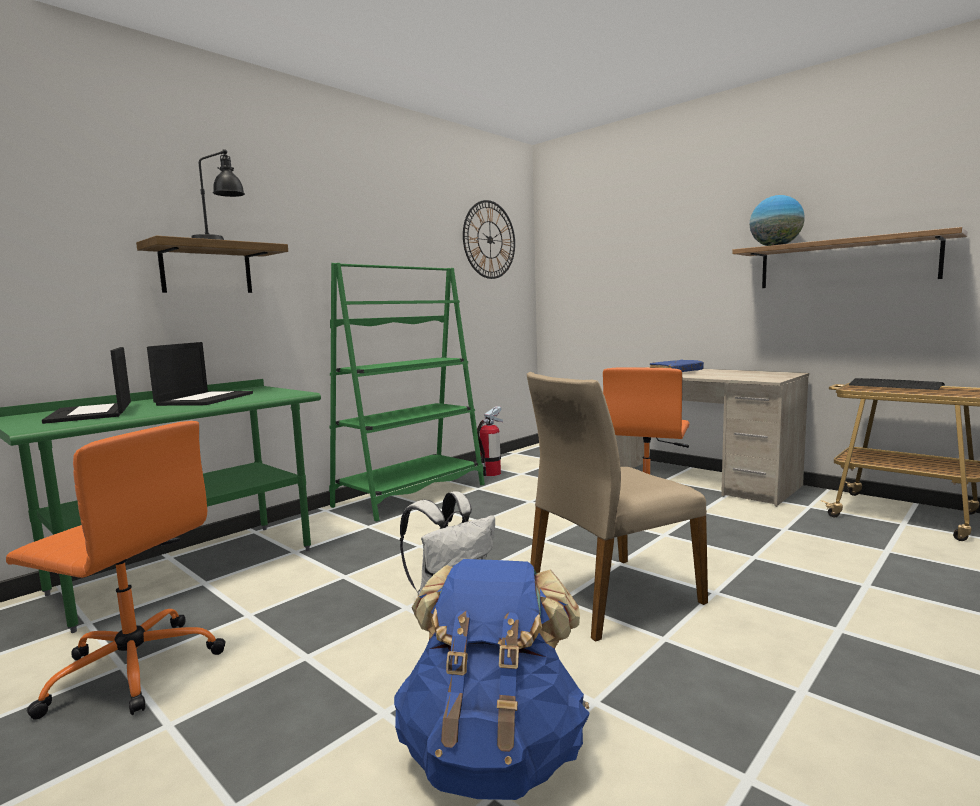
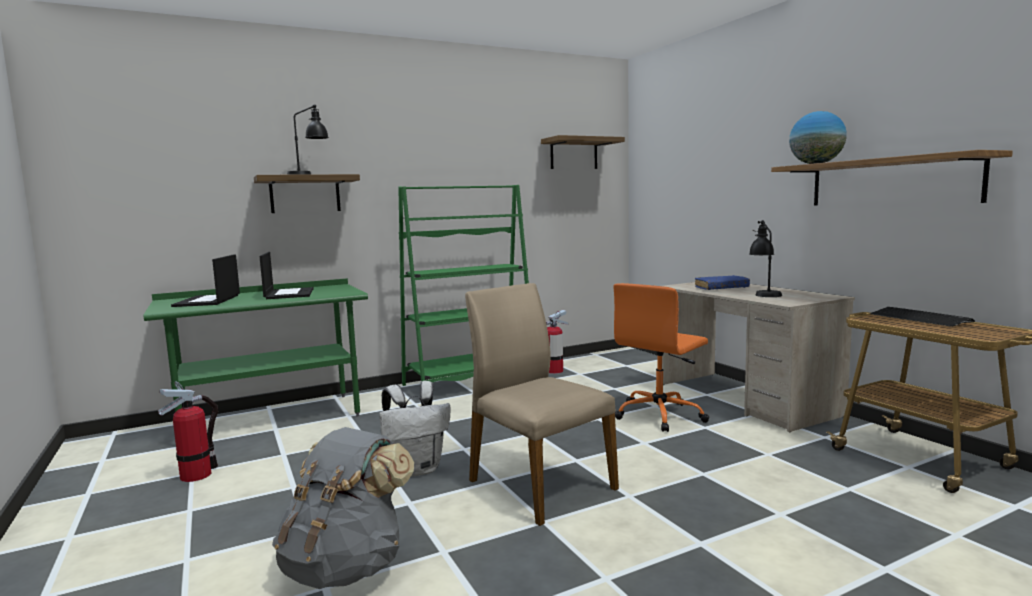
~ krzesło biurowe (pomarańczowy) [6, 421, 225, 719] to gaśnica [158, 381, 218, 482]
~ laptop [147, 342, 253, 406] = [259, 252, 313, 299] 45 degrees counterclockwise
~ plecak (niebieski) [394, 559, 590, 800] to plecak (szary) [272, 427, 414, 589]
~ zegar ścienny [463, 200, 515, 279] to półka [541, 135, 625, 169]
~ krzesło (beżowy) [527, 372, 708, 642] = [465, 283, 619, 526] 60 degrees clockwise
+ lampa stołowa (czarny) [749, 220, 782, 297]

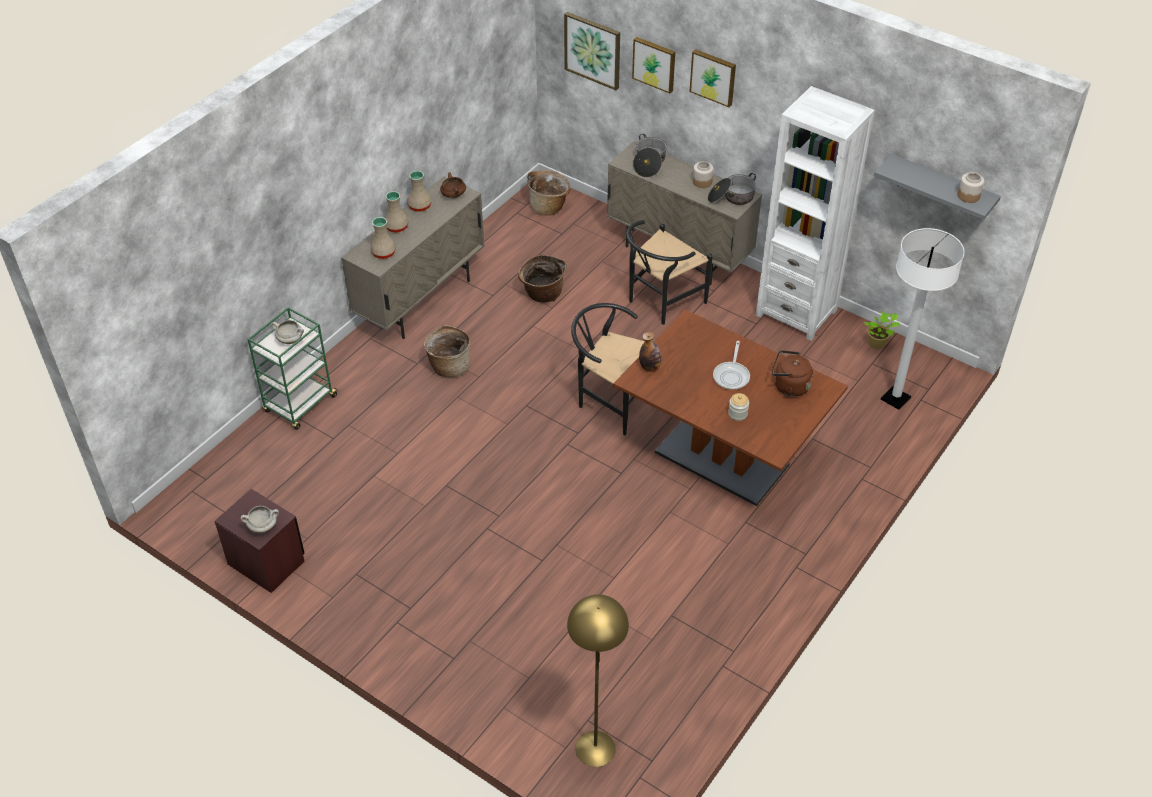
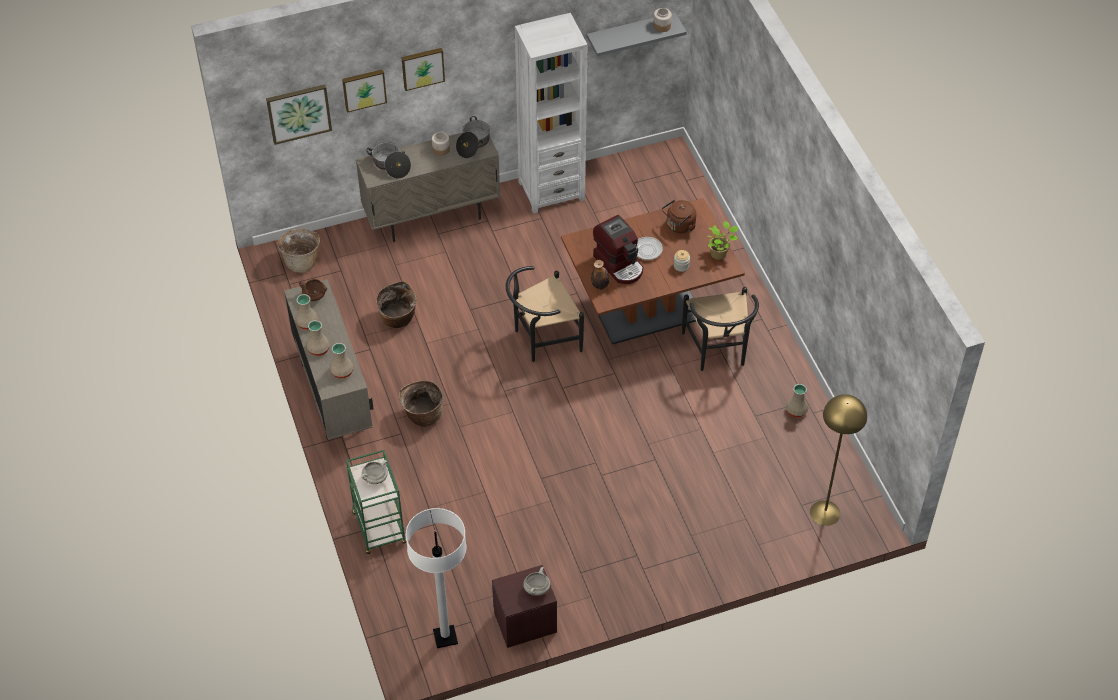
~ krzesło (czarny) [626, 220, 713, 325] to [682, 287, 759, 371]
~ roślina doniczkowa [864, 311, 900, 349] to [708, 221, 738, 260]
~ lampa stojąca (biały) [881, 228, 965, 410] to [406, 508, 466, 648]
+ ekspres do kawy [593, 215, 643, 284]
+ wazon (beżowy) [786, 384, 808, 418]

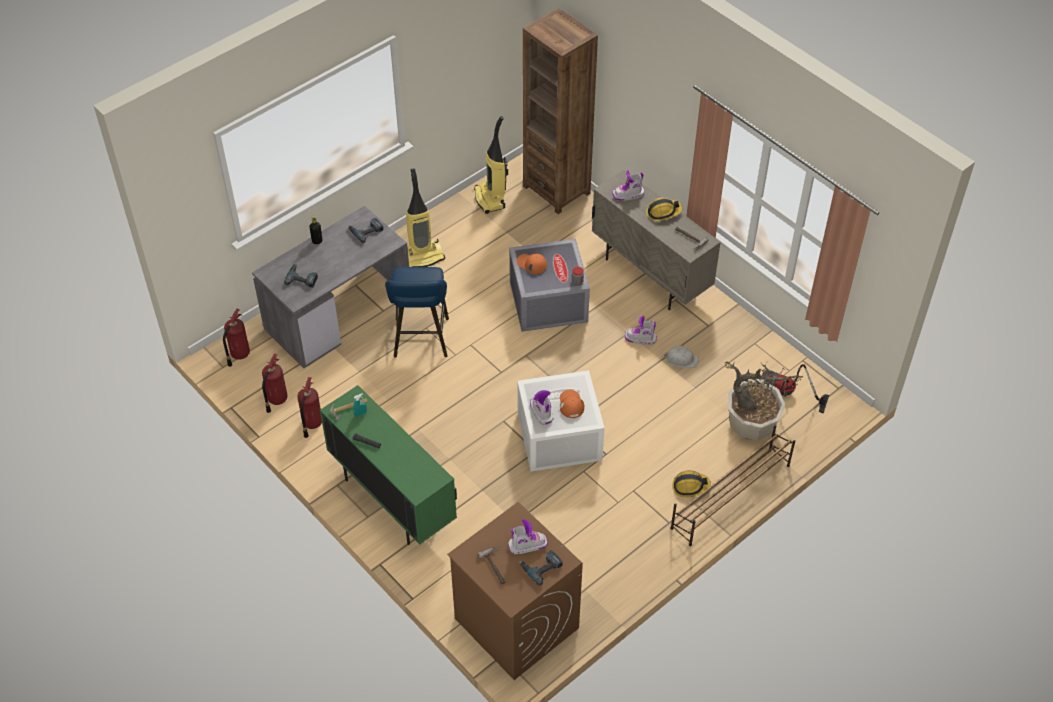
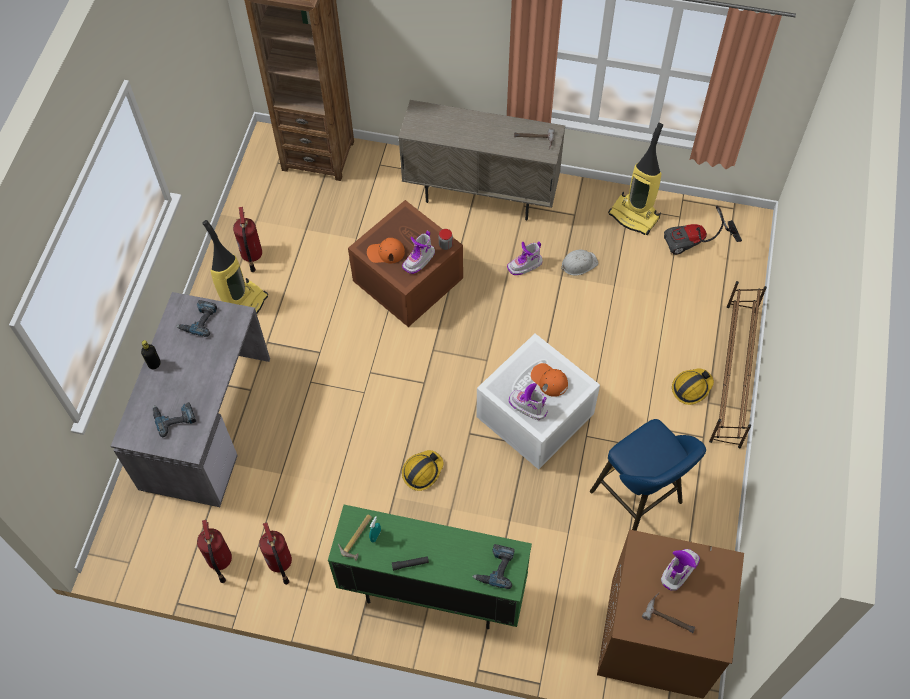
~ gaśnica [223, 309, 250, 367] to [233, 207, 262, 272]
~ stołek (niebieski) [385, 267, 449, 358] to [590, 419, 706, 531]
~ odkurzacz [474, 116, 508, 214] to [608, 123, 663, 235]
~ pojemnik do przechowywania (szary) [509, 239, 590, 332] to pojemnik do przechowywania (brązowy) [348, 200, 463, 327]
~ wiertarka [519, 550, 563, 586] to [472, 544, 515, 589]
~ but z cholewką [612, 170, 644, 201] to [402, 231, 435, 274]
~ kask [646, 198, 682, 221] to [402, 450, 443, 491]
- roślina doniczkowa [725, 361, 803, 440]

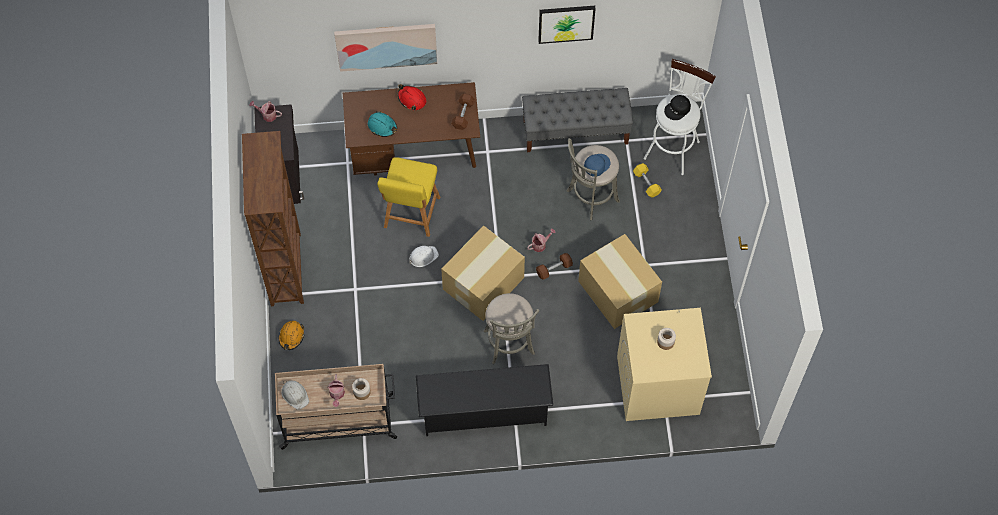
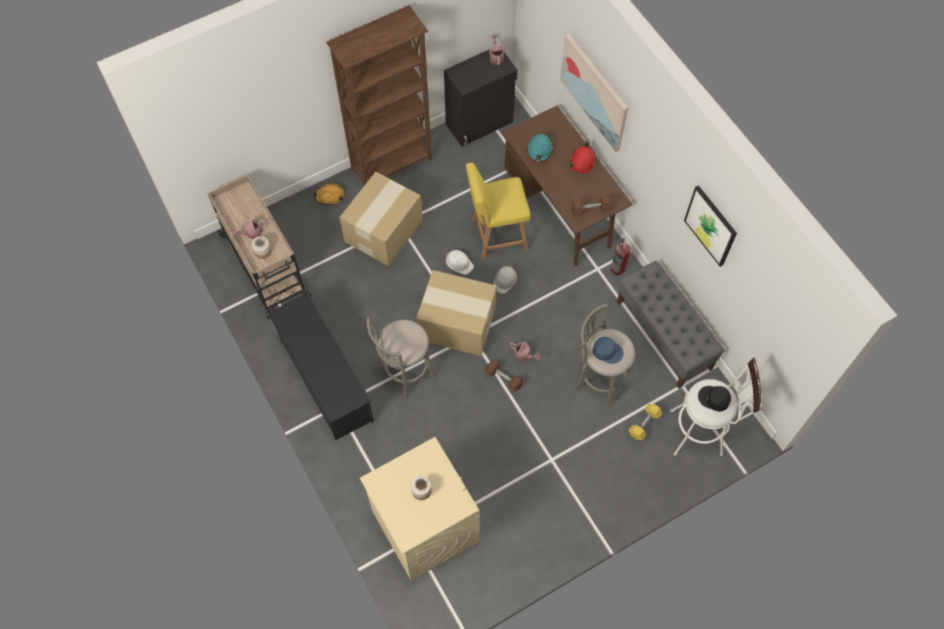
~ kask (biały) [281, 381, 309, 410] to [493, 265, 517, 294]
~ karton [578, 234, 662, 329] to [339, 172, 423, 266]
+ gaśnica [611, 238, 631, 275]

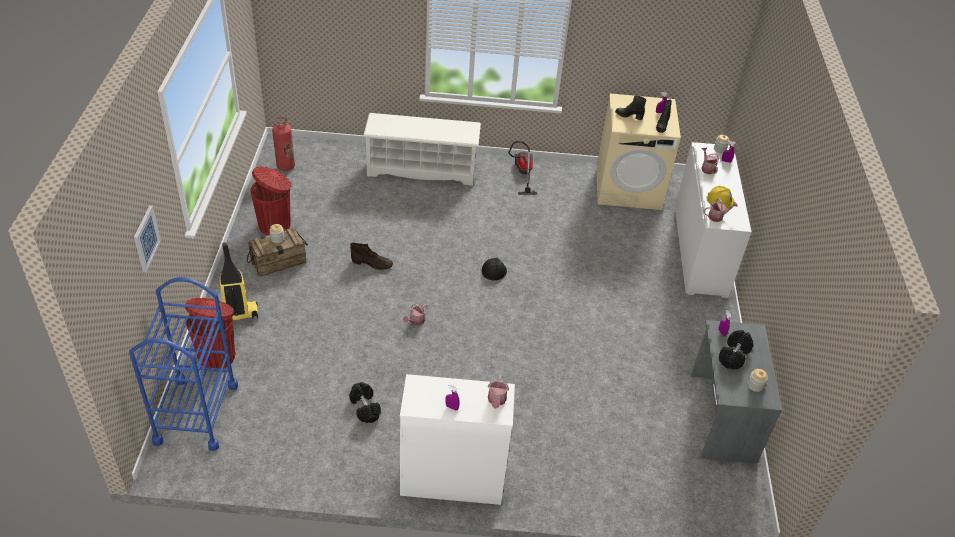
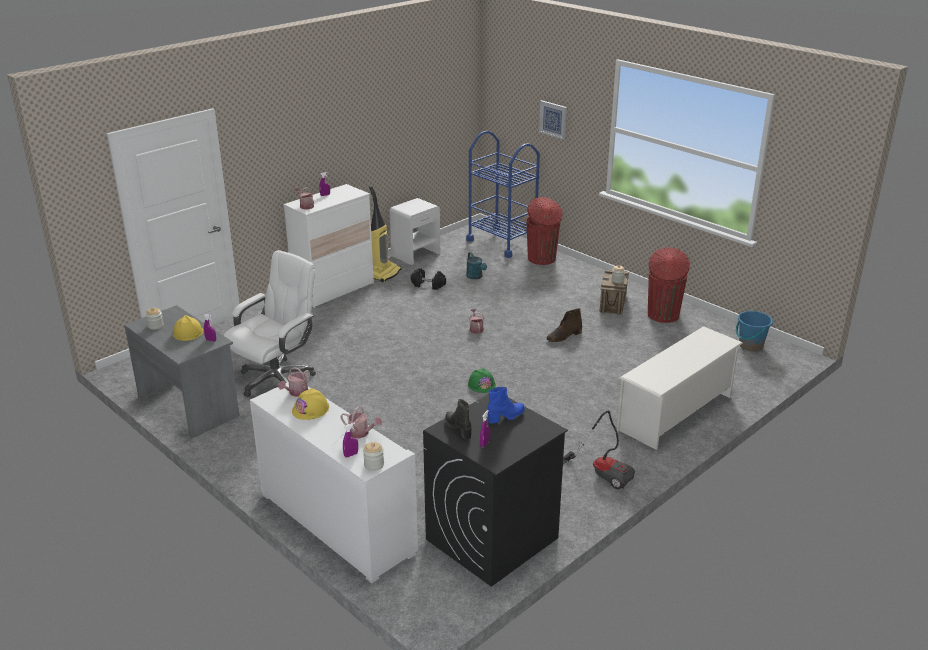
~ odkurzacz [220, 242, 258, 320] to [369, 186, 401, 282]
~ gaśnica [272, 117, 295, 171] to wiadro (niebieski) [736, 310, 773, 352]
~ kask (czarny) [481, 257, 507, 280] to kask (zielony) [468, 368, 496, 393]
~ pralka (beżowy) [596, 93, 681, 210] to pralka (czarny) [423, 394, 568, 587]
~ but z cholewką (czarny) [615, 96, 646, 120] to but z cholewką (niebieski) [488, 387, 525, 423]
~ hantel (czarny) [719, 330, 753, 370] to kask (żółty) [173, 315, 203, 341]
+ krzesło biurowe (biały) [224, 250, 316, 397]
+ szafka nocna (biały) [390, 198, 440, 265]
+ konewka (turkusowy) [466, 252, 487, 279]

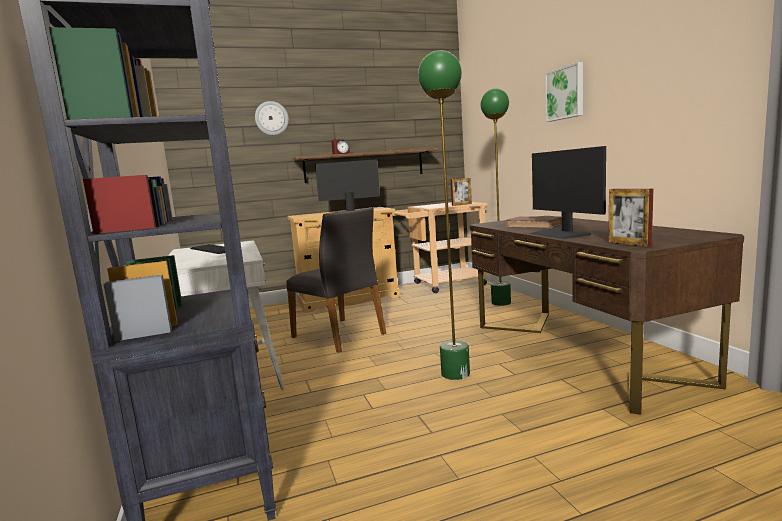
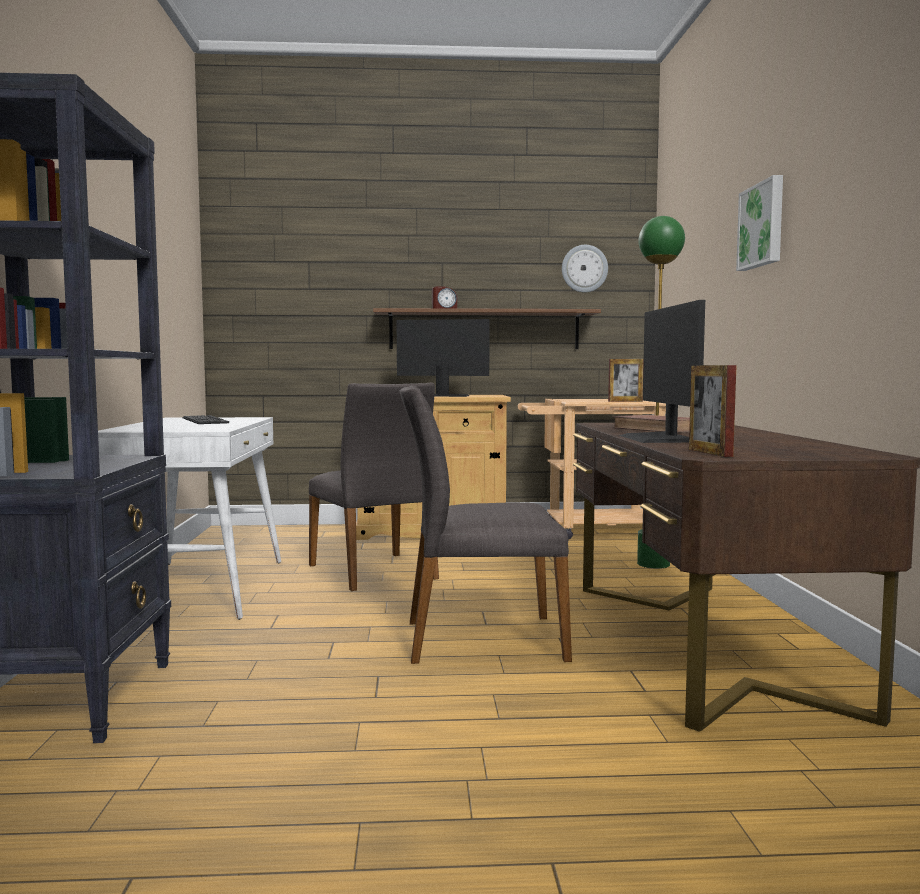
~ zegar ścienny [255, 101, 289, 135] to [562, 245, 608, 293]
~ lampa stojąca (zielony) [418, 50, 470, 380] to krzesło (szary) [400, 386, 572, 664]

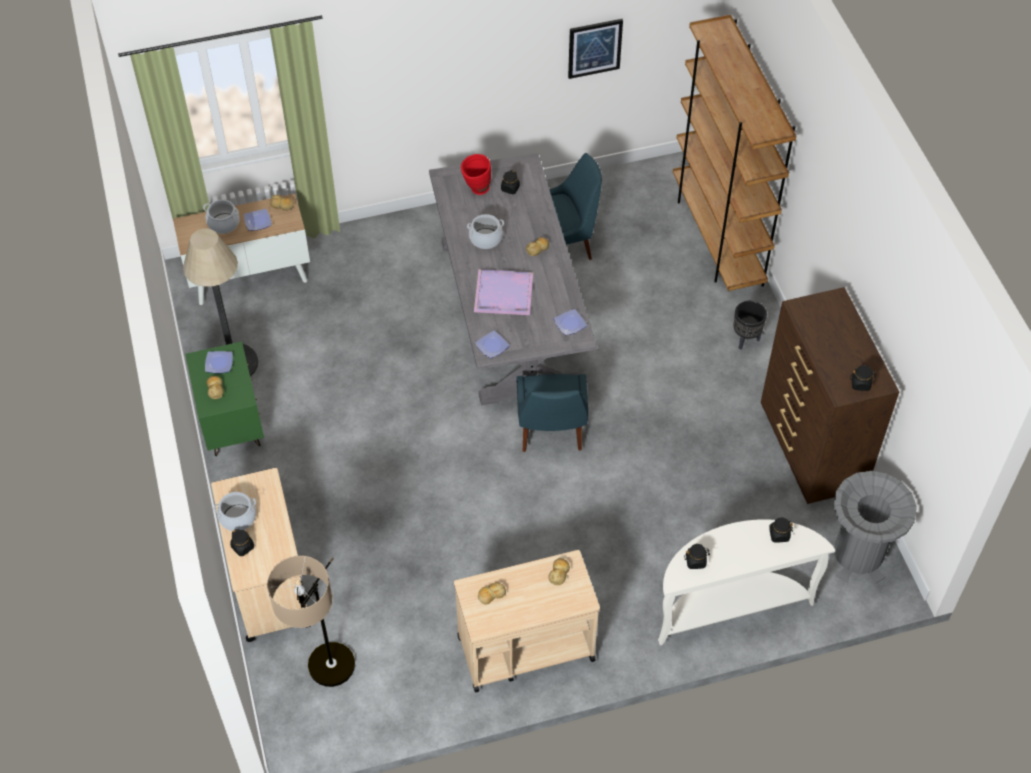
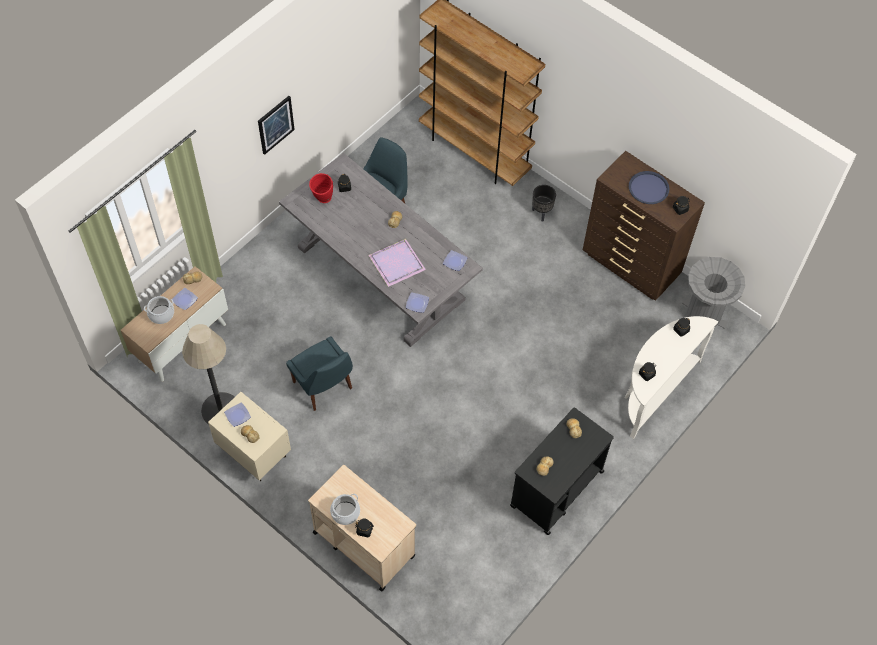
~ szafka nocna (zielony) [185, 341, 264, 456] to szafka nocna (beżowy) [208, 392, 291, 481]
- lampa stojąca [267, 556, 355, 687]
~ wózek (beżowy) [454, 550, 600, 692] to wózek (czarny) [510, 407, 614, 535]
- garnek [467, 214, 504, 249]
~ krzesło (niebieski) [516, 374, 588, 452] to [286, 336, 353, 411]
~ obraz [568, 19, 623, 79] to [258, 96, 295, 155]
+ taca (niebieski) [629, 171, 669, 204]

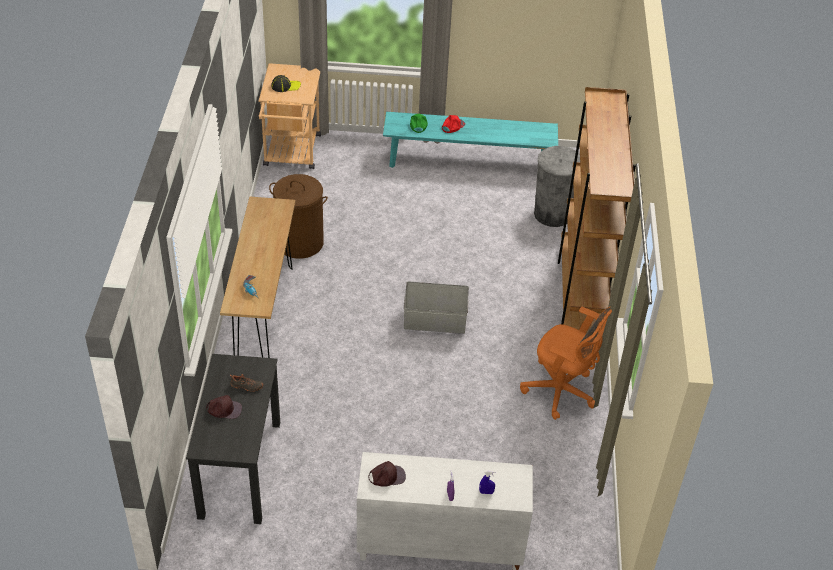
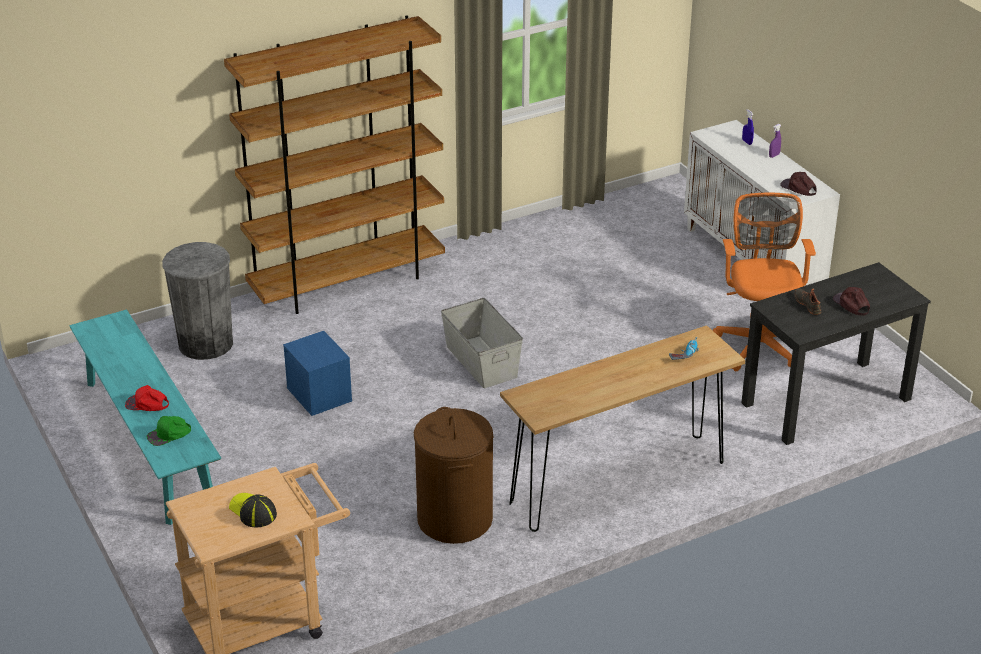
~ krzesło biurowe (pomarańczowy) [520, 306, 612, 420] to [713, 193, 816, 371]
+ pojemnik do przechowywania (niebieski) [283, 331, 352, 416]

